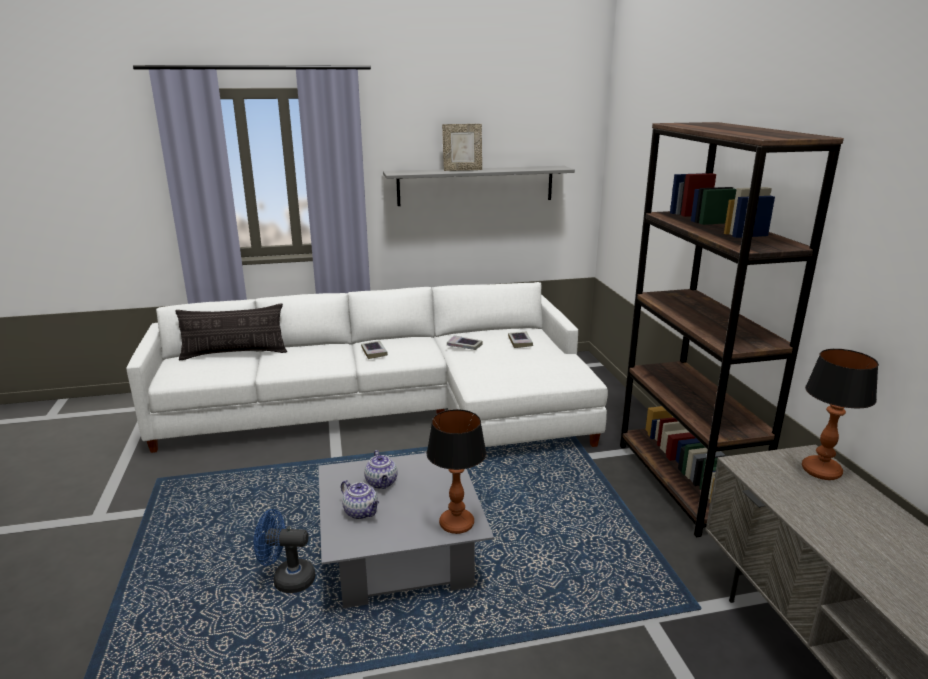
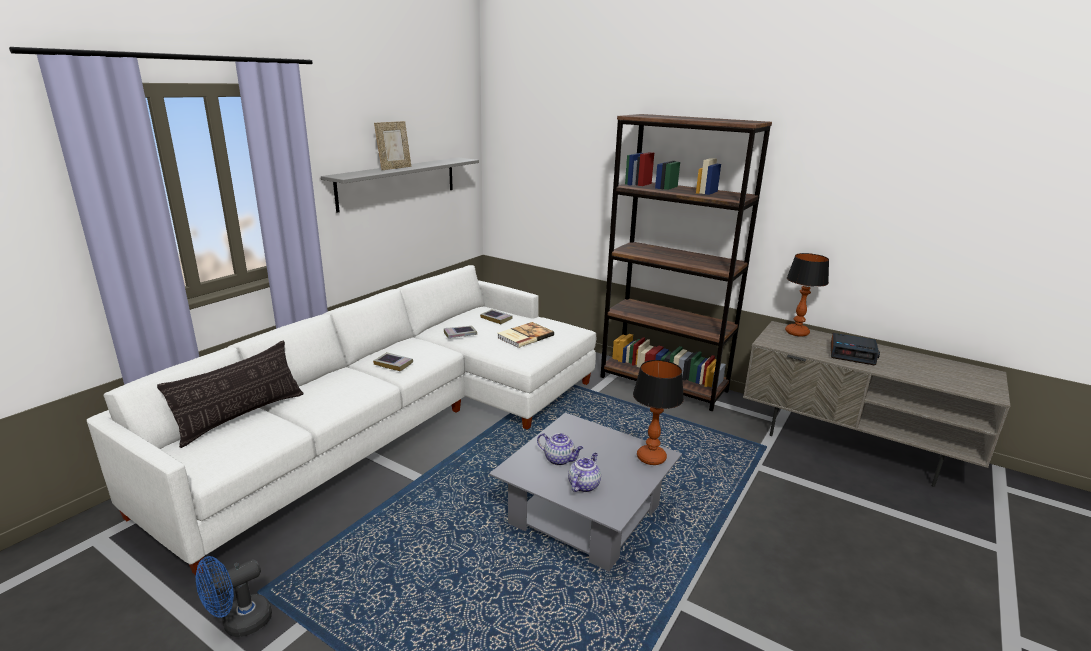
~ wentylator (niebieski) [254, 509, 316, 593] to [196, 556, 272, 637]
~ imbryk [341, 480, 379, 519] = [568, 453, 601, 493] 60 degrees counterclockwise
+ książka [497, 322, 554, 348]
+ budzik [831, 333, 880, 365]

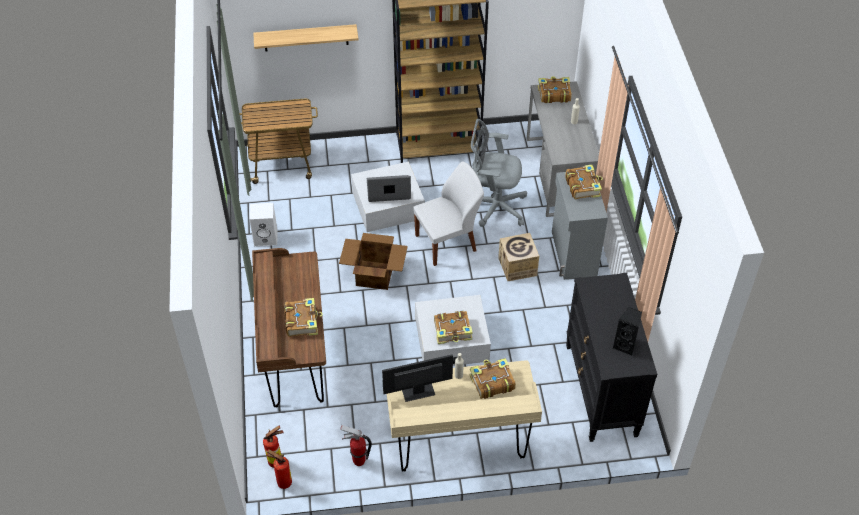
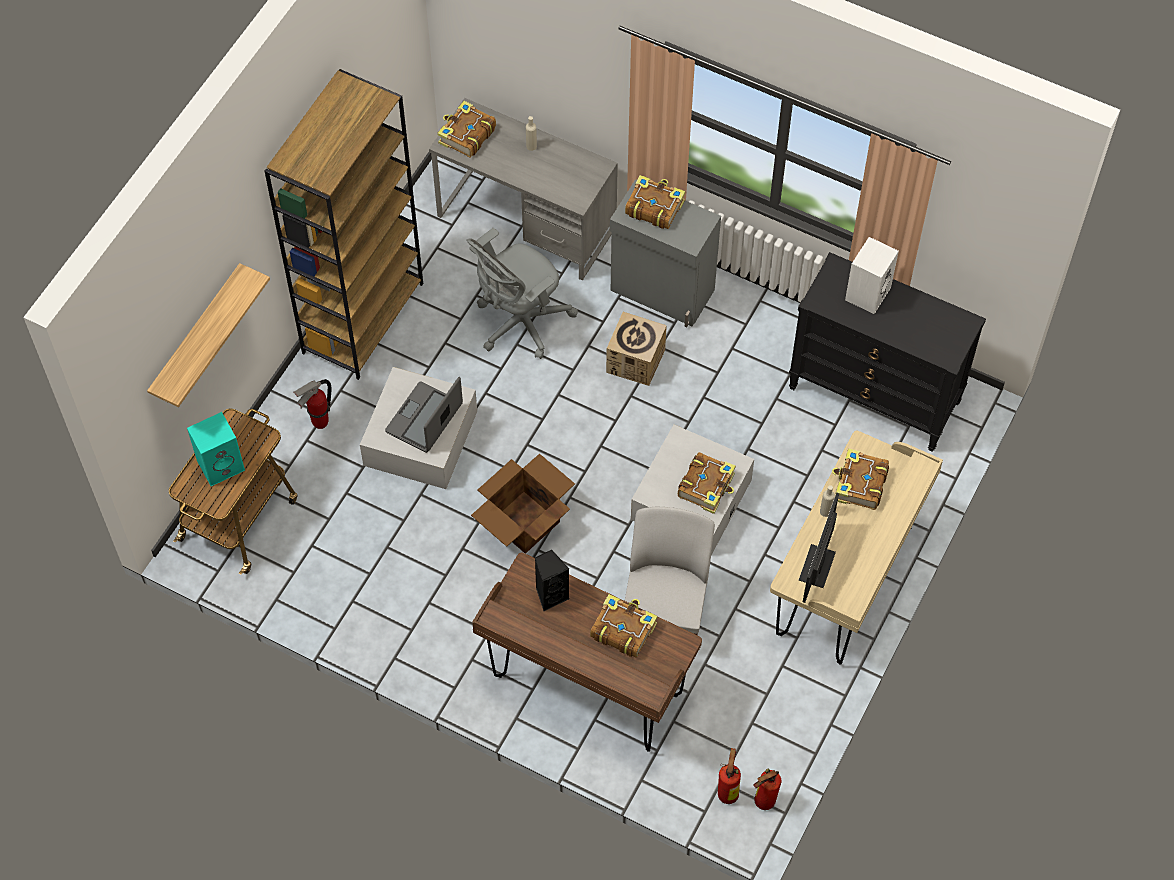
~ głośnik (biały) [249, 203, 278, 246] to [845, 237, 899, 314]
~ gaśnica [340, 425, 372, 466] to [293, 379, 332, 429]
~ krzesło (biały) [413, 162, 484, 266] to [625, 507, 715, 635]
~ głośnik (czarny) [612, 307, 642, 356] to [535, 550, 569, 611]
+ głośnik (turkusowy) [187, 412, 245, 486]

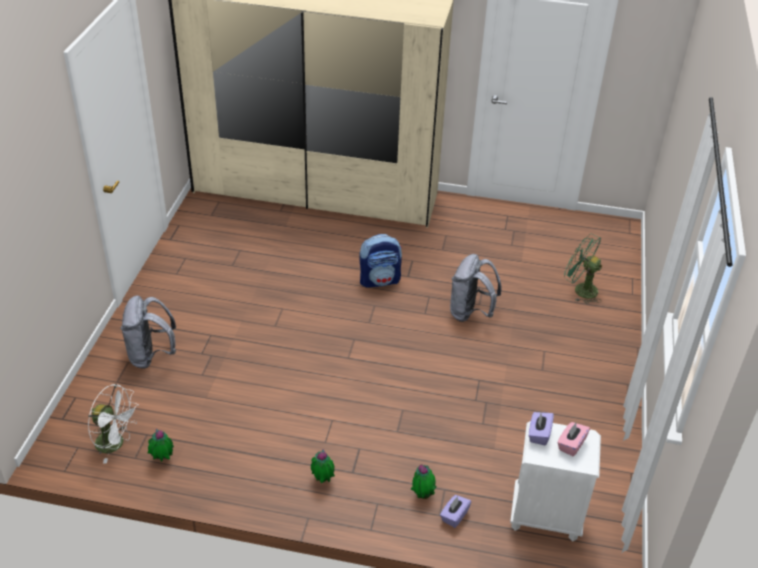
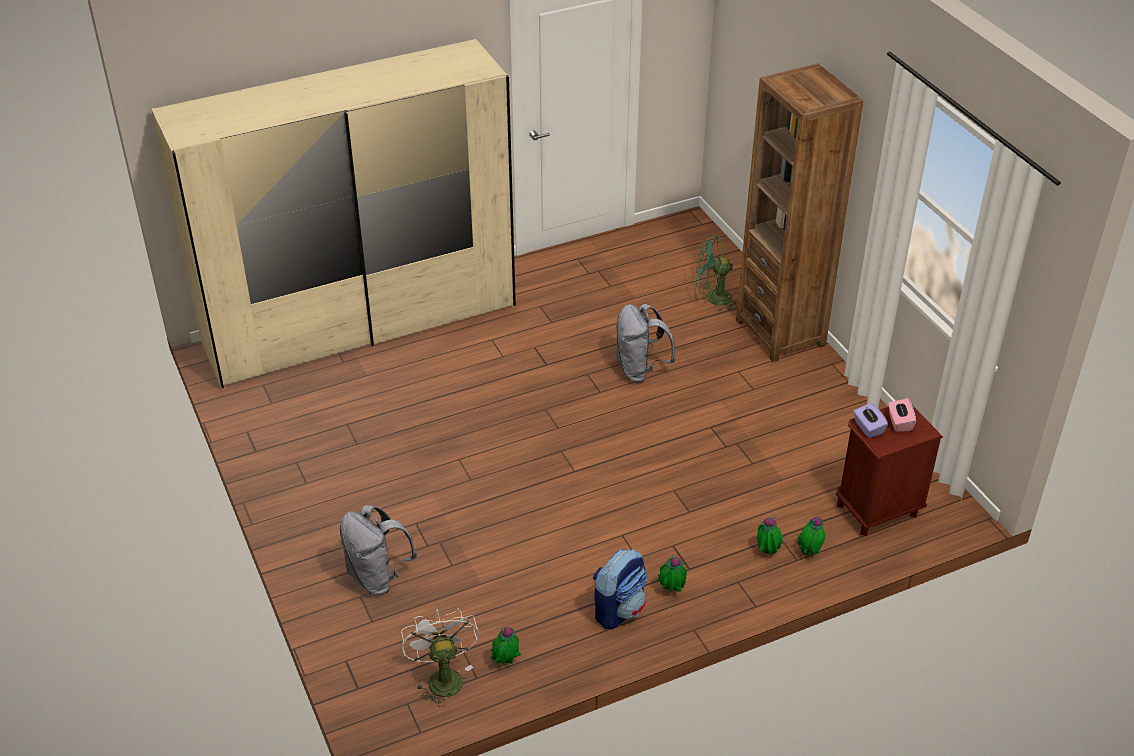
~ wentylator (biały) [88, 384, 139, 463] = [401, 608, 479, 707] 90 degrees counterclockwise
~ plecak [359, 234, 402, 288] to [593, 549, 648, 629]
~ pudełko chusteczek (fioletowy) [440, 495, 471, 528] to roślina doniczkowa [797, 516, 825, 556]
~ szafka nocna (biały) [510, 421, 601, 542] to szafka nocna (brązowy) [836, 405, 943, 536]
+ regał (brązowy) [736, 63, 863, 362]

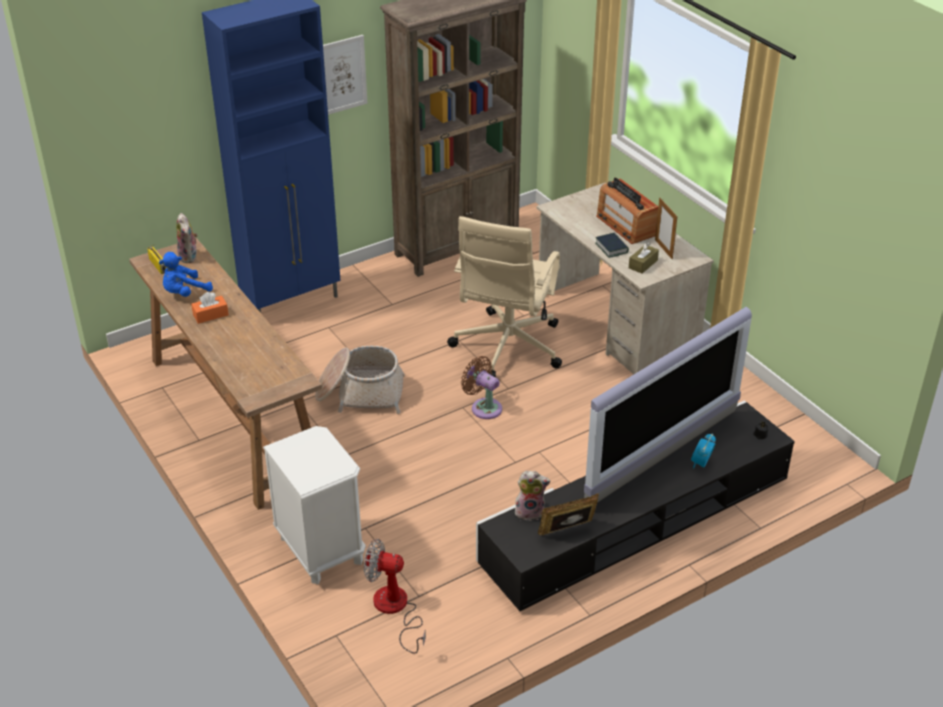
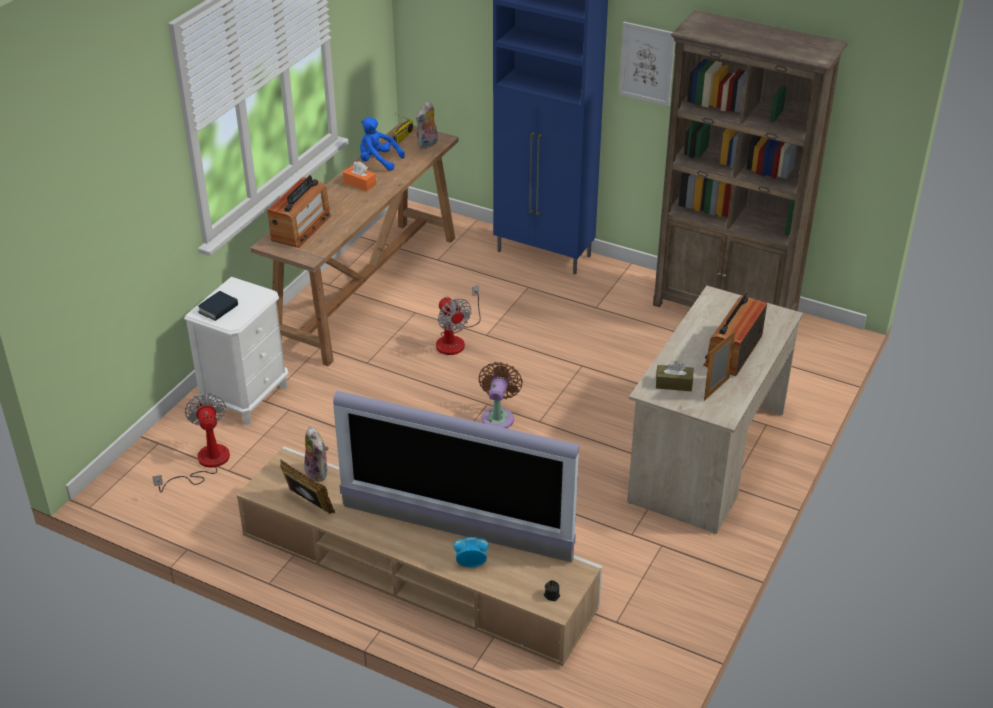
~ koszyk [315, 346, 405, 414] to wentylator [436, 285, 481, 355]
- krzesło biurowe (beżowy) [447, 216, 562, 377]
~ szafka pod telewizor (czarny) [476, 400, 795, 611] to szafka pod telewizor (beżowy) [237, 446, 602, 666]
~ książka [596, 233, 629, 258] to [198, 291, 238, 321]
+ radio [268, 175, 331, 248]

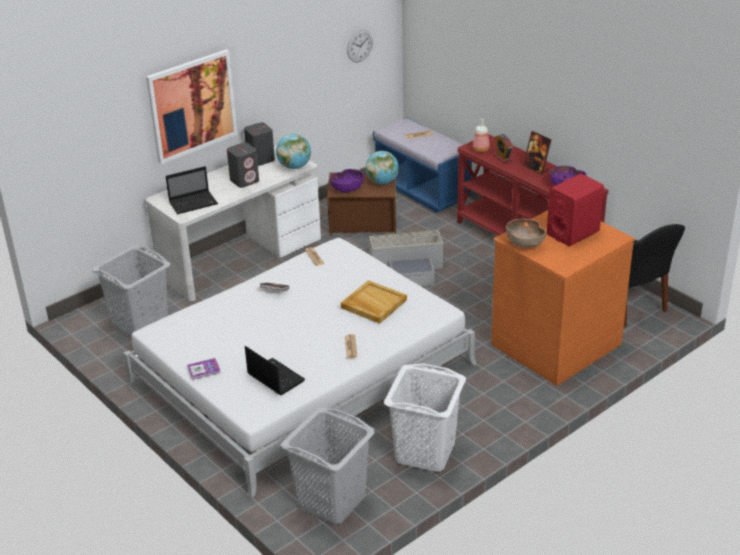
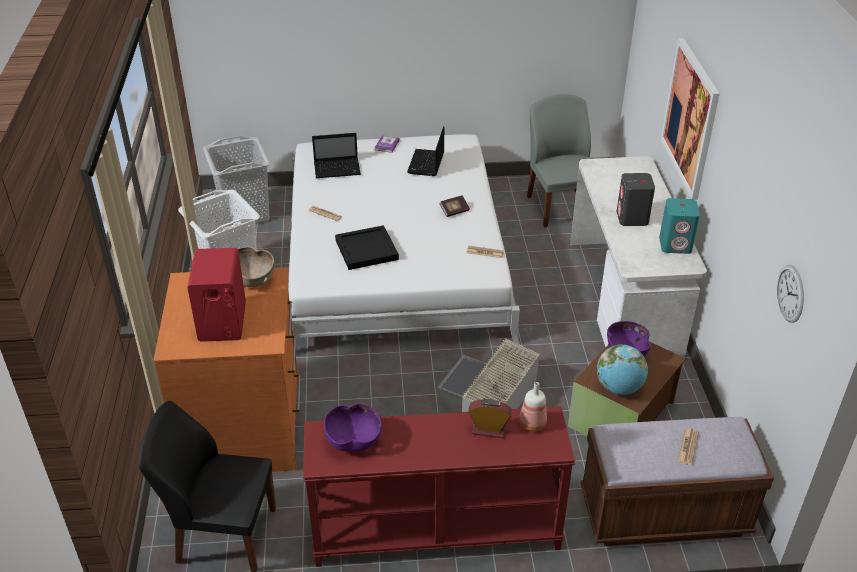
~ kosz na pranie (szary) [92, 246, 170, 337] to krzesło (szary) [527, 94, 591, 227]
~ laptop [166, 166, 218, 214] to [407, 126, 444, 176]
~ głośnik (szary) [244, 122, 275, 166] to głośnik (turkusowy) [659, 198, 700, 254]
- globus [276, 134, 311, 169]
~ taca (beżowy) [341, 280, 407, 324] to taca (czarny) [335, 225, 399, 270]
~ ławka (niebieski) [373, 118, 473, 213] to ławka (brązowy) [580, 417, 774, 546]
- ramka na zdjęcie [523, 131, 552, 175]

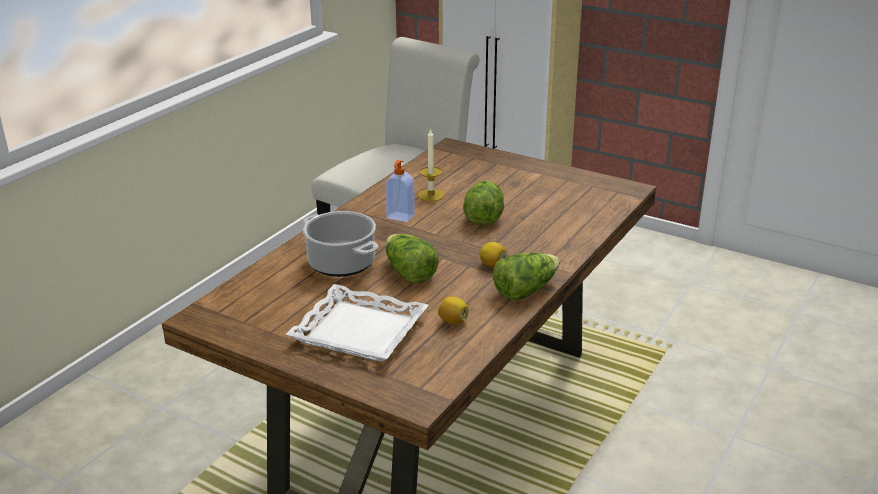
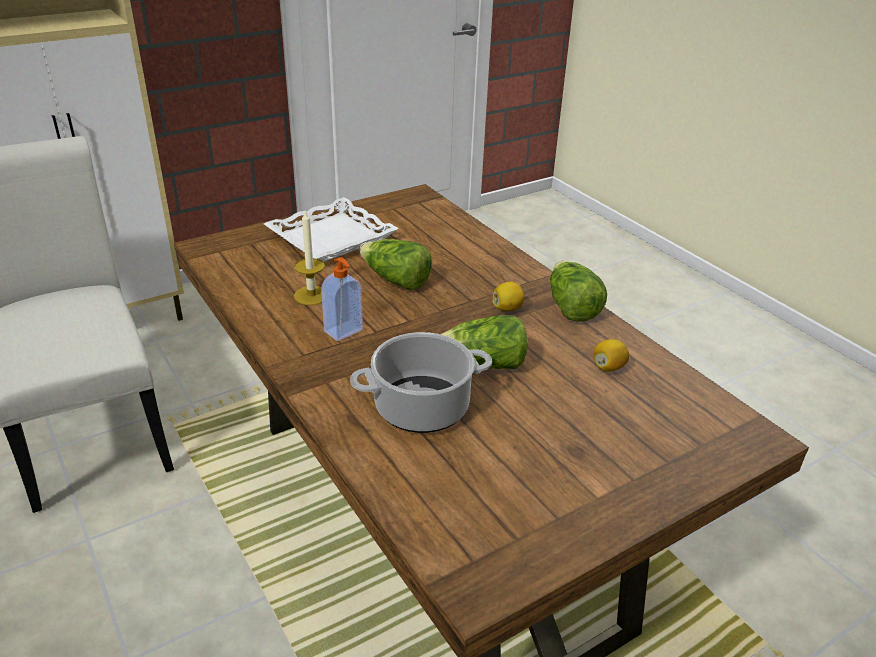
~ taca (biały) [285, 284, 429, 362] to [264, 197, 399, 262]

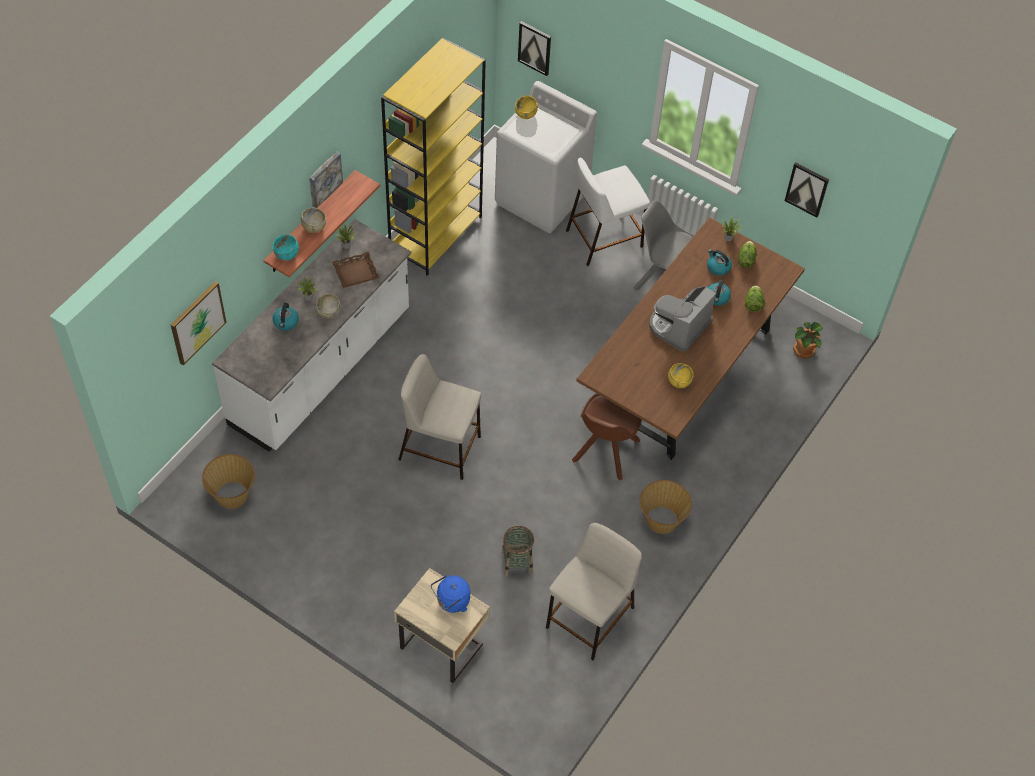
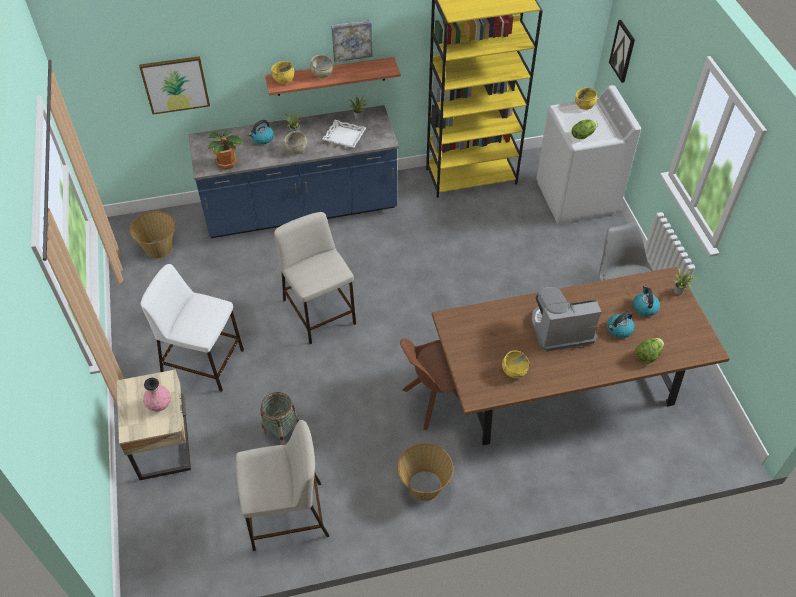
~ zabudowa kuchenna (biały) [212, 219, 411, 451] to zabudowa kuchenna (niebieski) [188, 105, 399, 238]
~ miska (turkusowy) [273, 234, 299, 260] to miska (żółty) [271, 61, 295, 84]
~ taca (brązowy) [332, 252, 380, 288] to taca (biały) [322, 120, 367, 148]
~ czajnik (niebieski) [431, 575, 470, 613] to wazon (różowy) [143, 378, 171, 411]
~ stołek (biały) [566, 158, 650, 266] to [141, 264, 244, 392]
~ sałata [738, 241, 757, 268] to [572, 119, 598, 139]
- obraz [785, 162, 829, 218]
~ roślina doniczkowa [793, 322, 823, 359] to [208, 131, 244, 170]

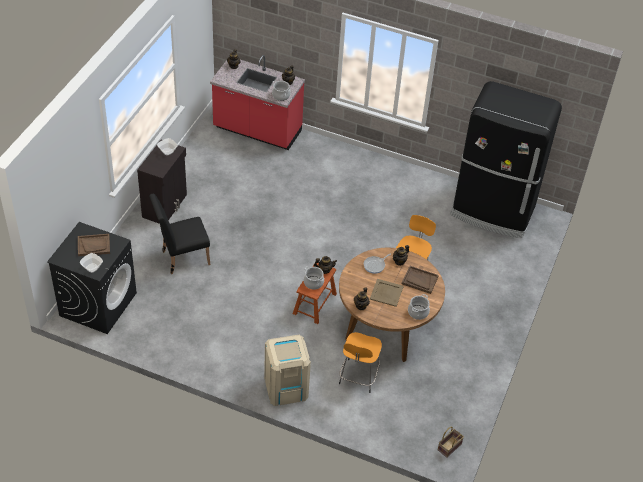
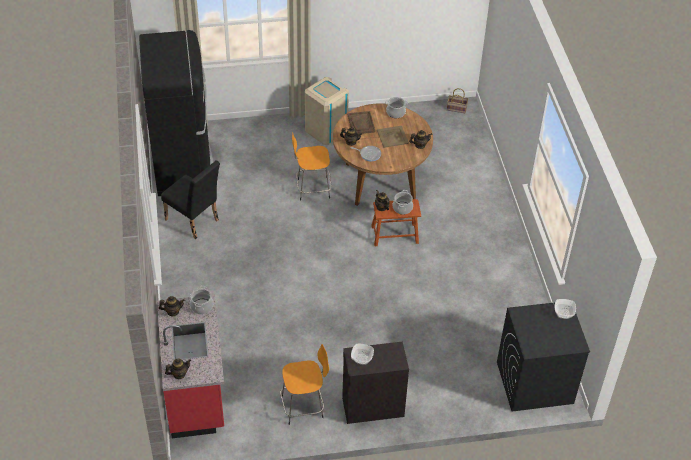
- taca (brązowy) [78, 234, 110, 256]
~ krzesło (czarny) [149, 194, 210, 274] to [161, 160, 220, 239]
~ kosz na śmieci (beżowy) [264, 335, 311, 406] to [305, 77, 349, 145]
~ stołek (pomarańczowy) [339, 332, 382, 393] to [280, 344, 329, 425]

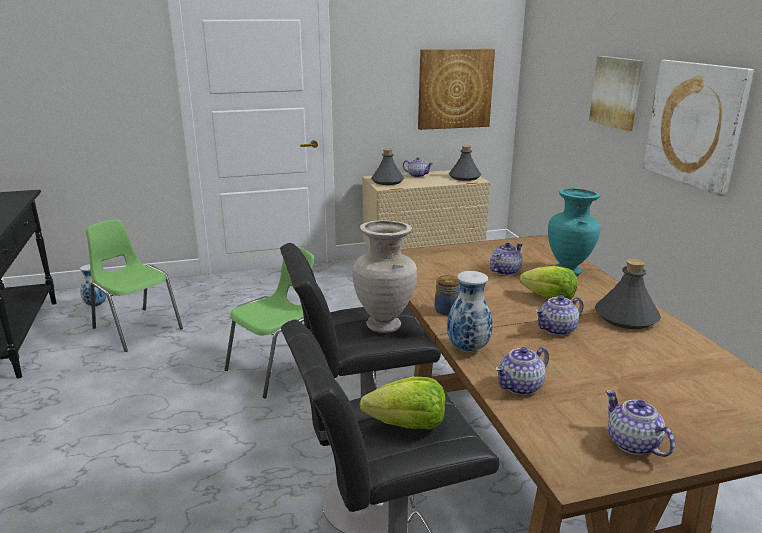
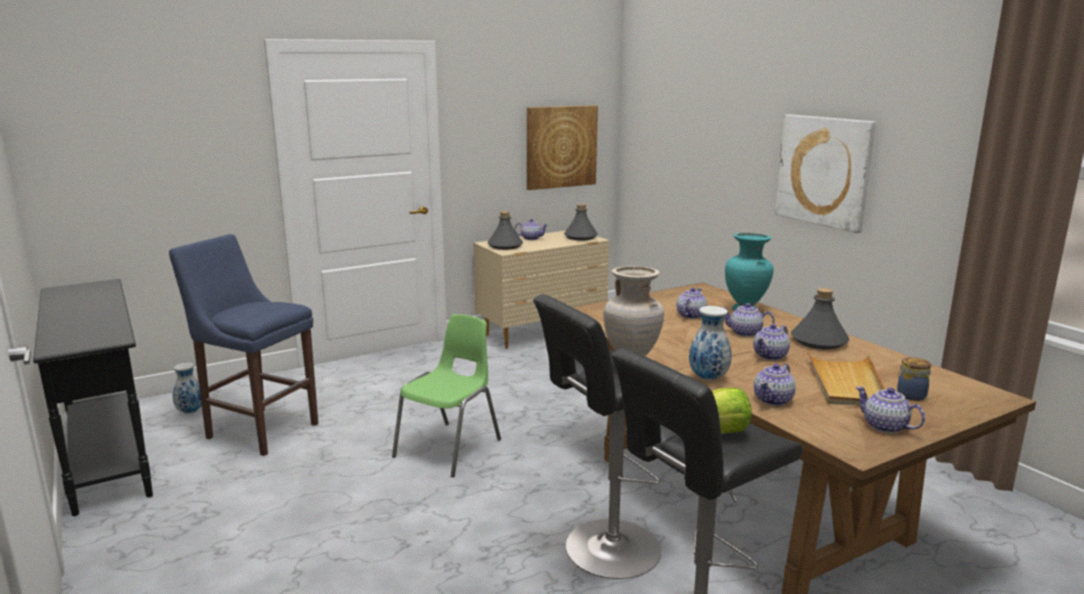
~ krzesło (zielony) [86, 219, 183, 352] to stołek (niebieski) [169, 234, 318, 456]
~ słoik [435, 275, 460, 316] to [897, 357, 931, 401]
~ sałata [520, 266, 577, 300] to imbryk [722, 303, 775, 337]
- obraz [589, 56, 643, 131]
+ taca (beżowy) [807, 351, 885, 405]

